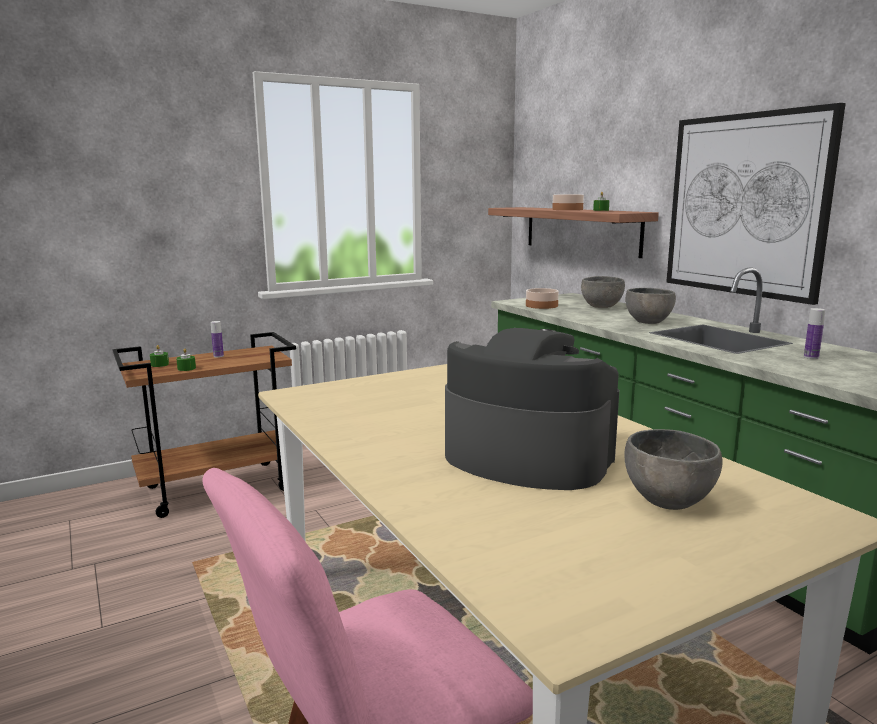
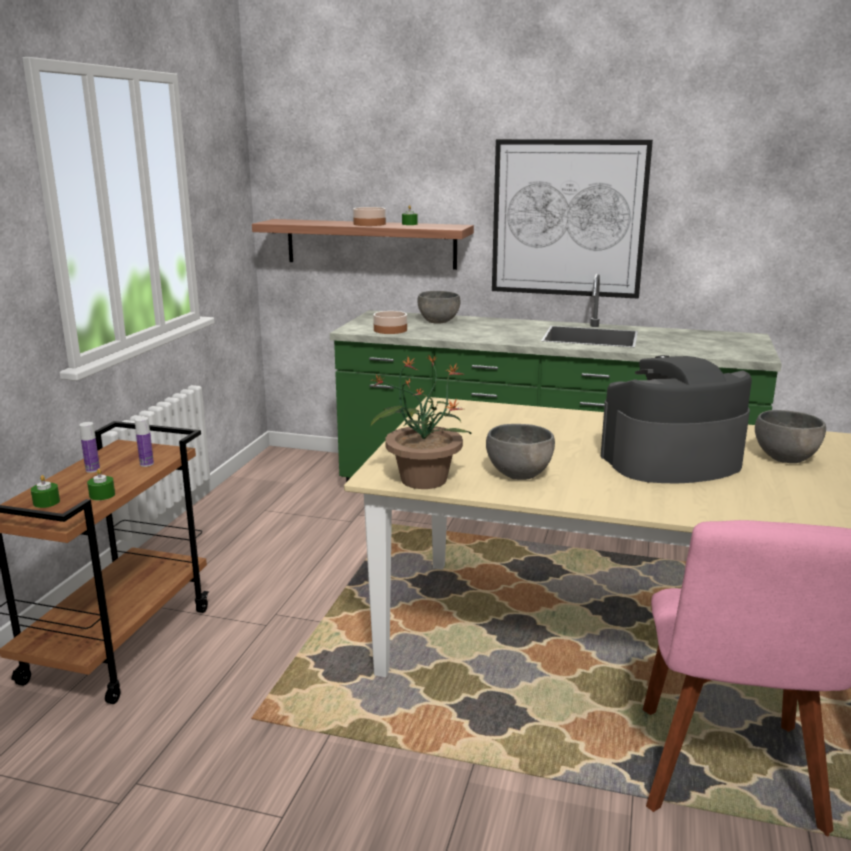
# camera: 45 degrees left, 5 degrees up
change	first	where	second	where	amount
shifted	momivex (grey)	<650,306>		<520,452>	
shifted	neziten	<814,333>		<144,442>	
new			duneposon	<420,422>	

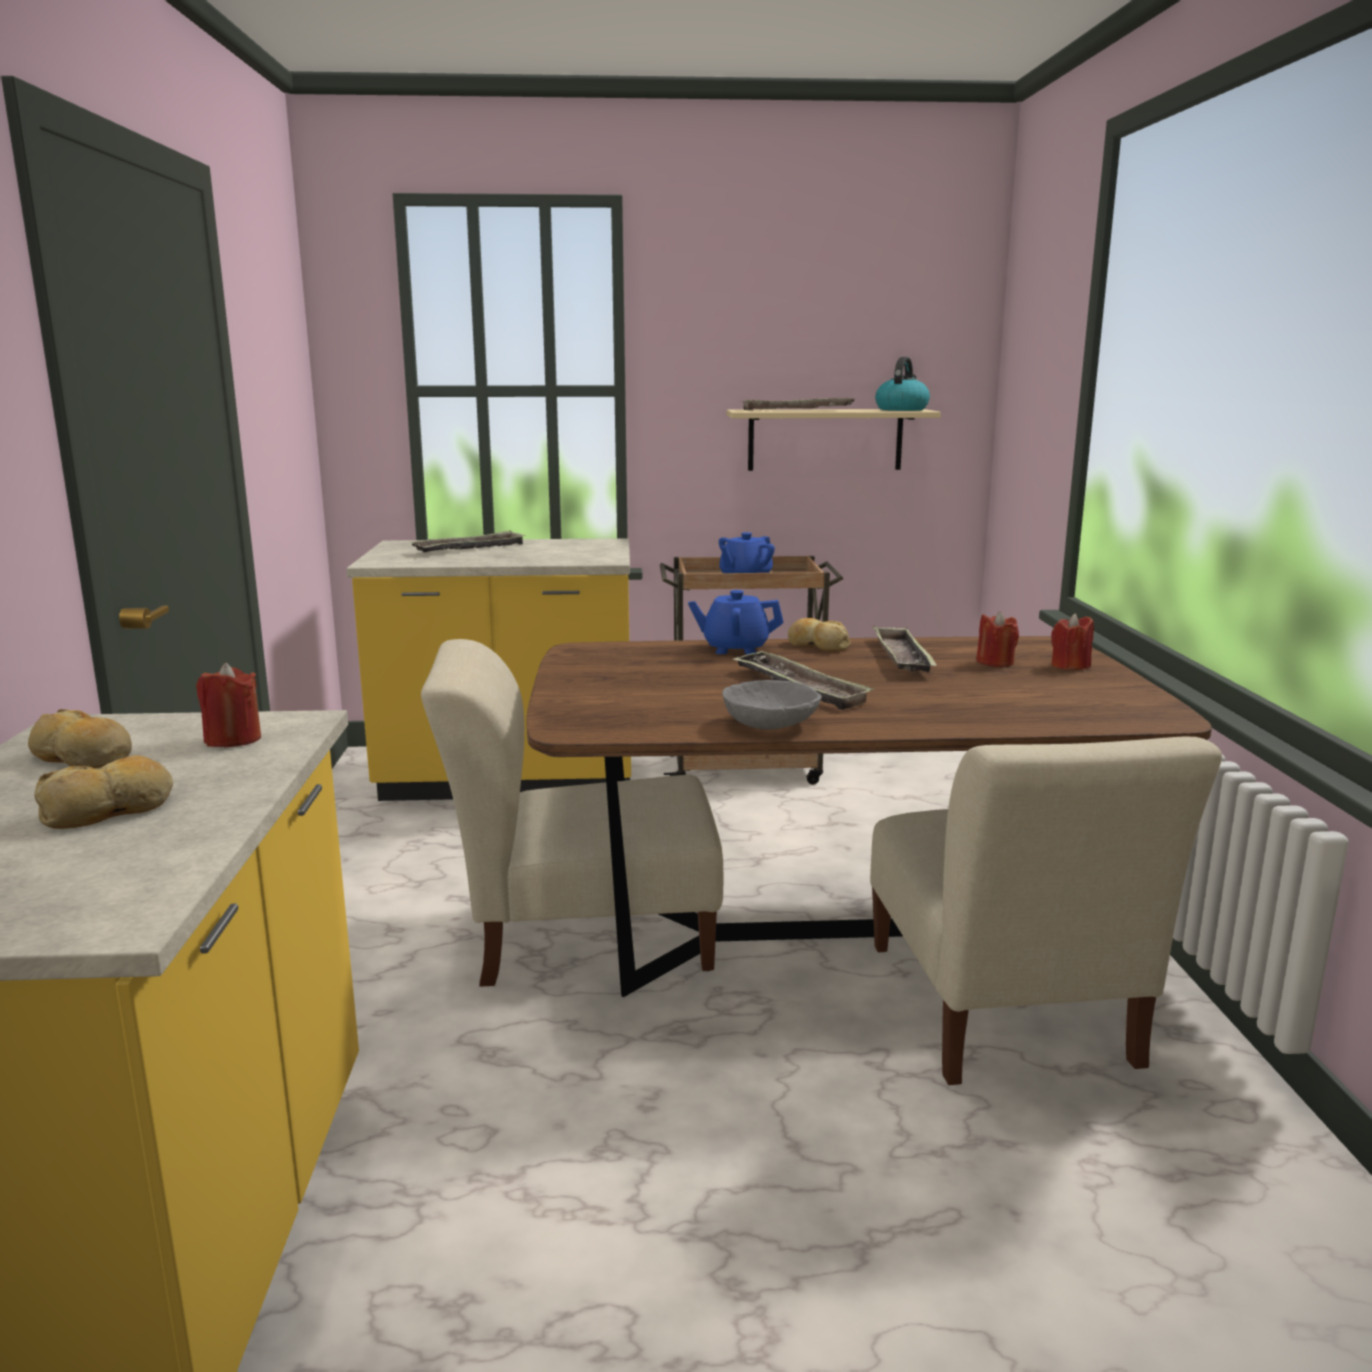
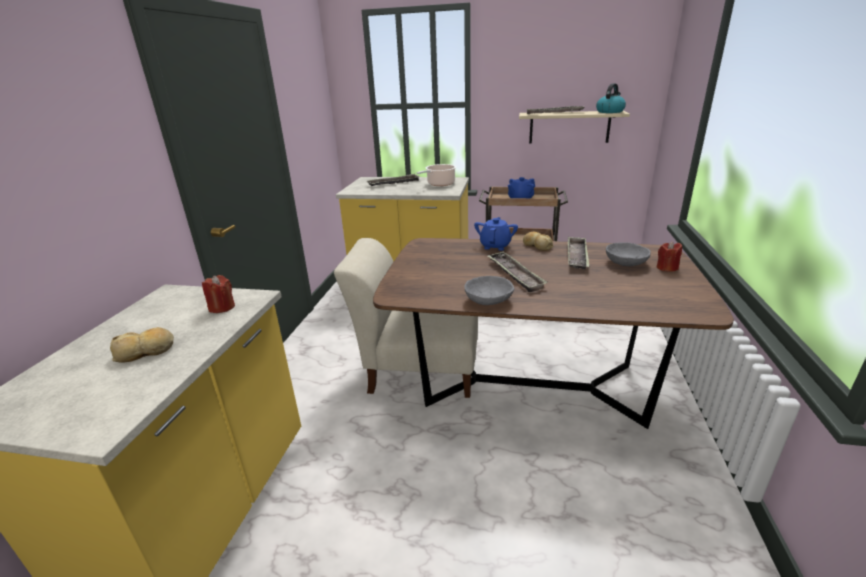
# camera: 15 degrees right, 10 degrees up
change	first	where	second	where	amount
rotated	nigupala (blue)	<735,622>		<496,234>	90 degrees clockwise
swapped	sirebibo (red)	<997,639>	momivex (grey)	<628,254>	
gone	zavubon	<80,738>			
gone	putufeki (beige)	<1046,911>			
new			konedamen	<436,175>	

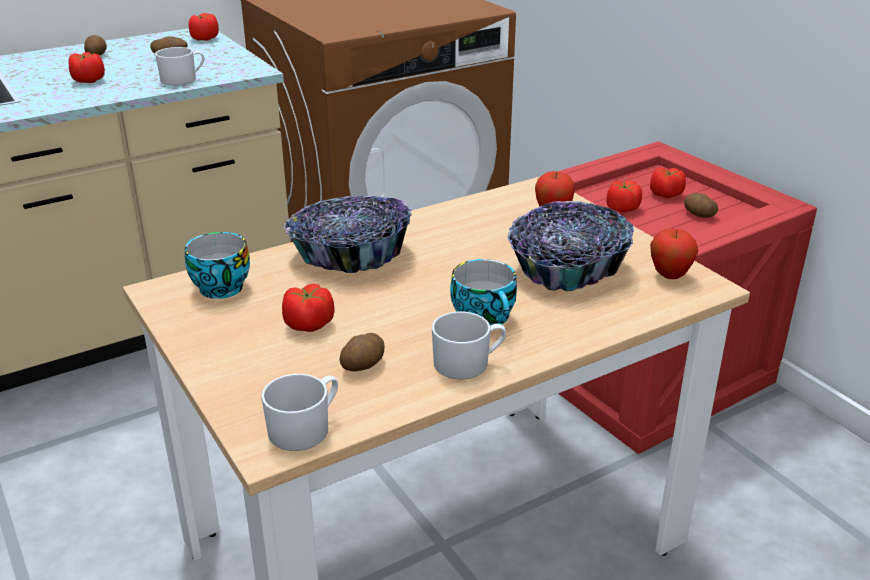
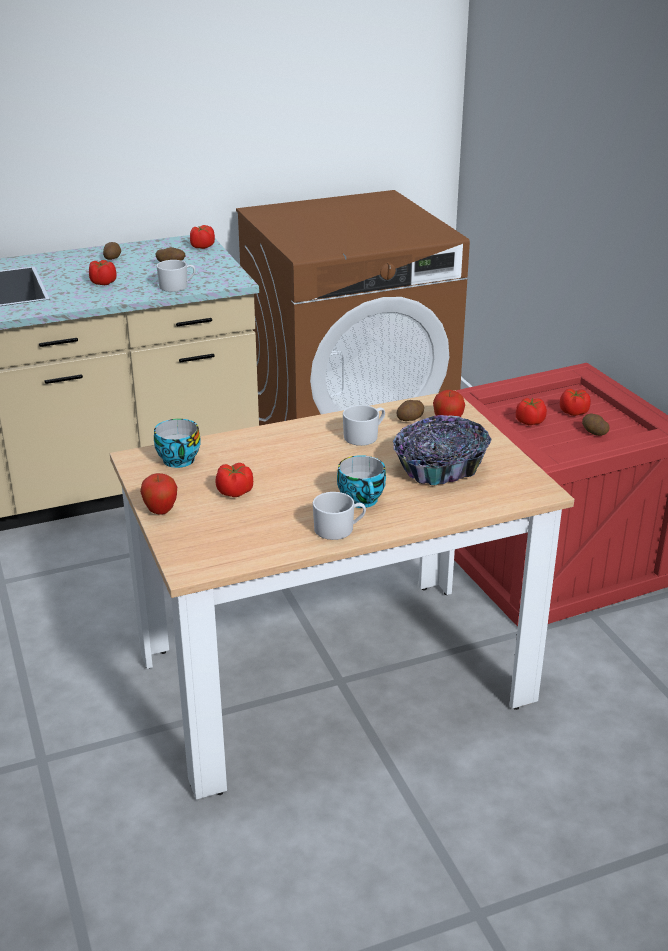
# camera: 10 degrees right, 0 degrees up
change	first	where	second	where	amount
gone	momivex	<347,234>			
shifted	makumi	<674,254>		<158,494>	
shifted	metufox	<362,352>		<410,410>	
shifted	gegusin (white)	<299,412>		<364,425>	

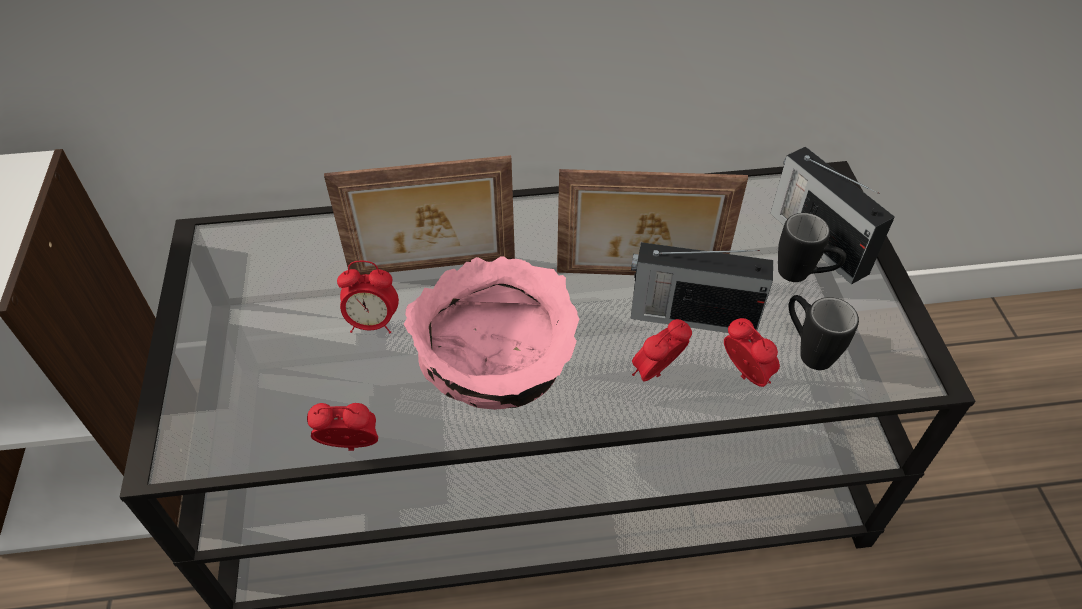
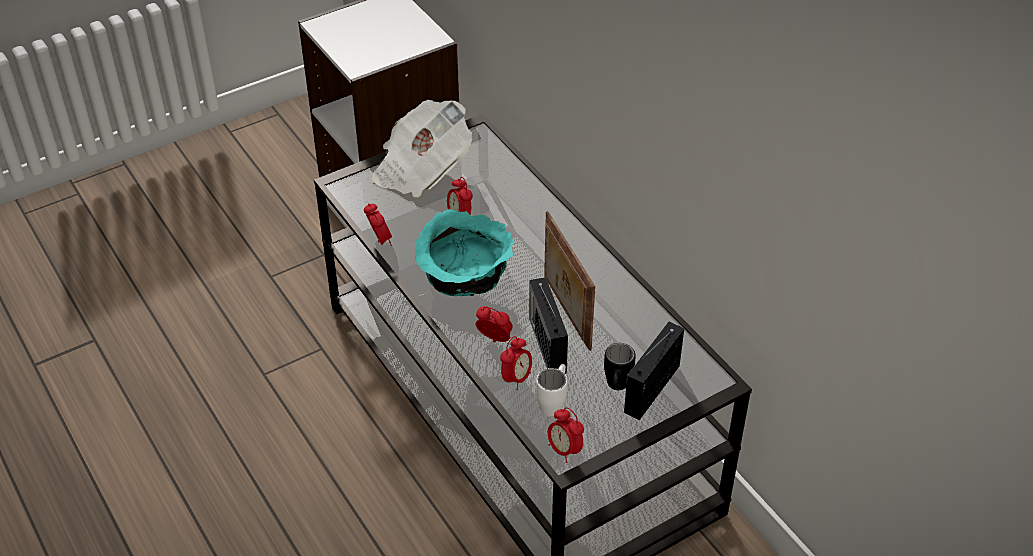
# camera: 65 degrees right, 5 degrees down
change	first	where	second	where	amount
gone	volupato	<419,215>			
repainted	momivex (pink)	<491,333>	momivex (turquoise)	<464,252>	
repainted	gegusin (black)	<824,332>	gegusin (white)	<552,390>	
new			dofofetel	<422,148>	
new			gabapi	<566,435>	

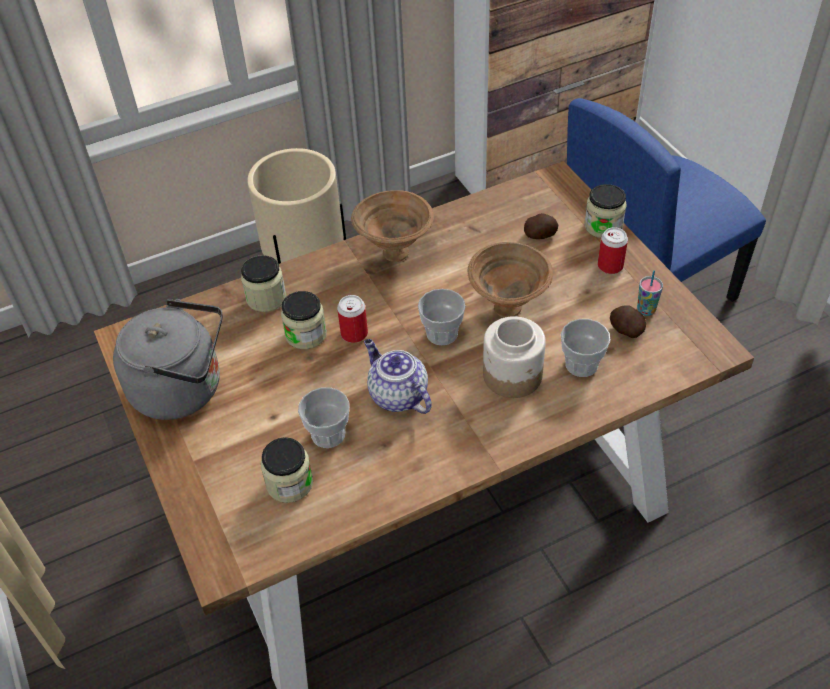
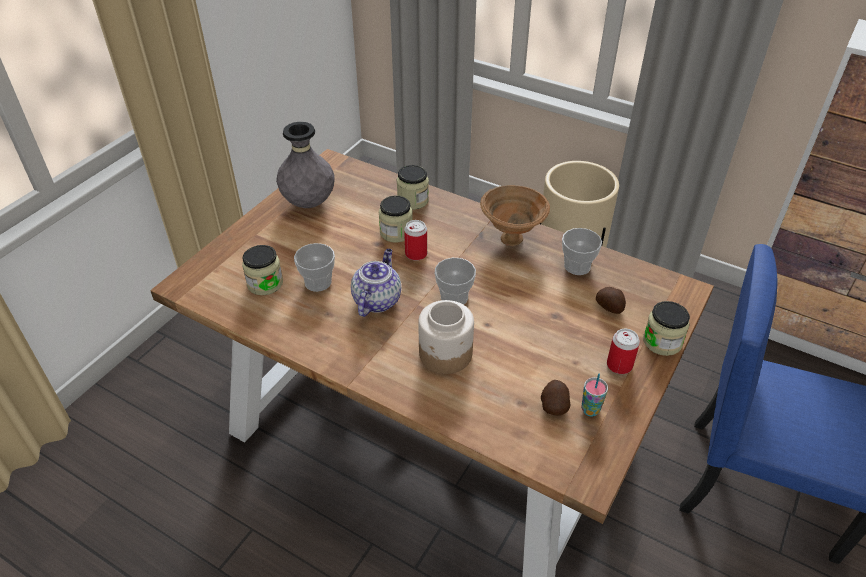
# camera: 55 degrees right, 5 degrees down
change	first	where	second	where	amount
gone	momivex (brown)	<510,280>			
swapped	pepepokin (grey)	<168,359>	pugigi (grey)	<305,165>	
shifted	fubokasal	<586,348>		<582,251>	

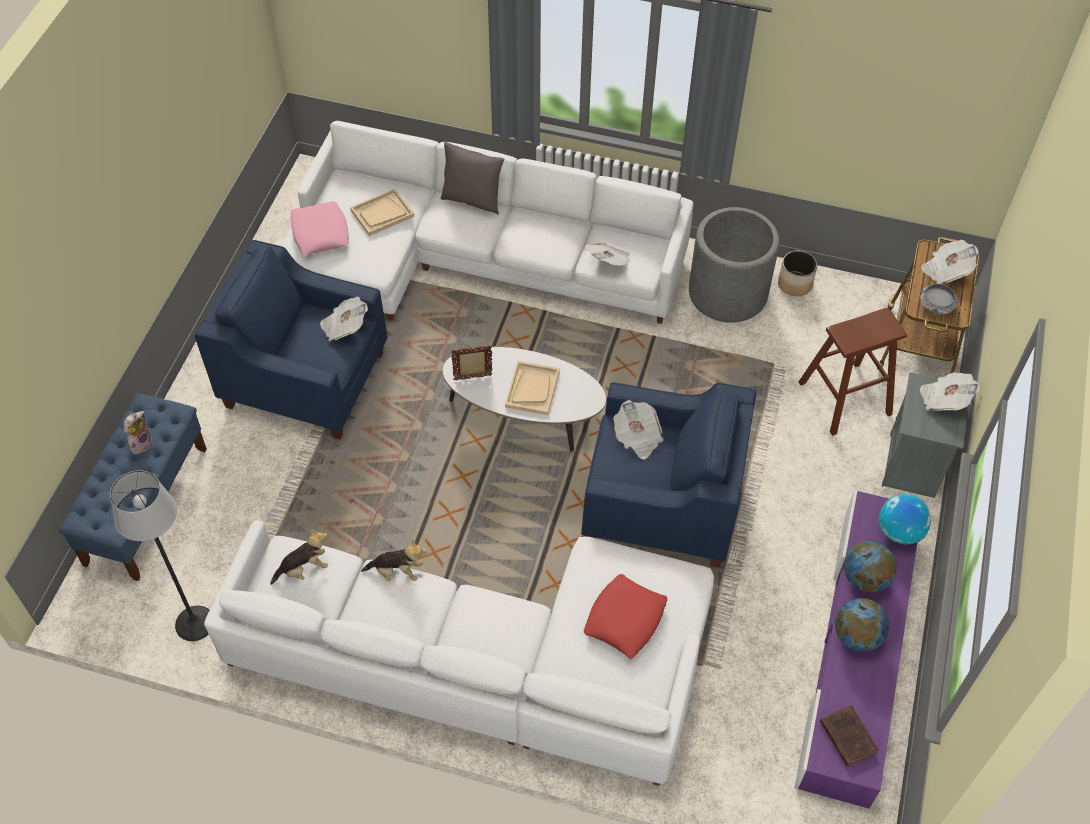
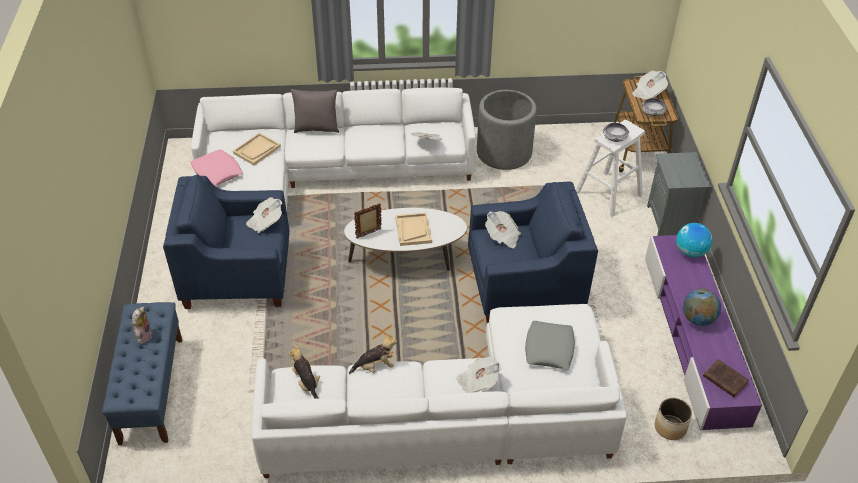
# camera: 20 degrees left, 10 degrees down
change	first	where	second	where	amount
shifted	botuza	<797,273>		<673,419>	
repainted	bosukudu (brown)	<853,372>	bosukudu (white)	<610,168>	
shifted	dofofetel	<950,391>		<479,375>	
gone	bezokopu	<160,555>			
rotated	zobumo	<299,556>		<304,371>	75 degrees counterclockwise
gone	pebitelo	<870,566>			
repainted	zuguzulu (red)	<626,616>	zuguzulu (grey)	<550,345>	
new			momivex	<616,132>	

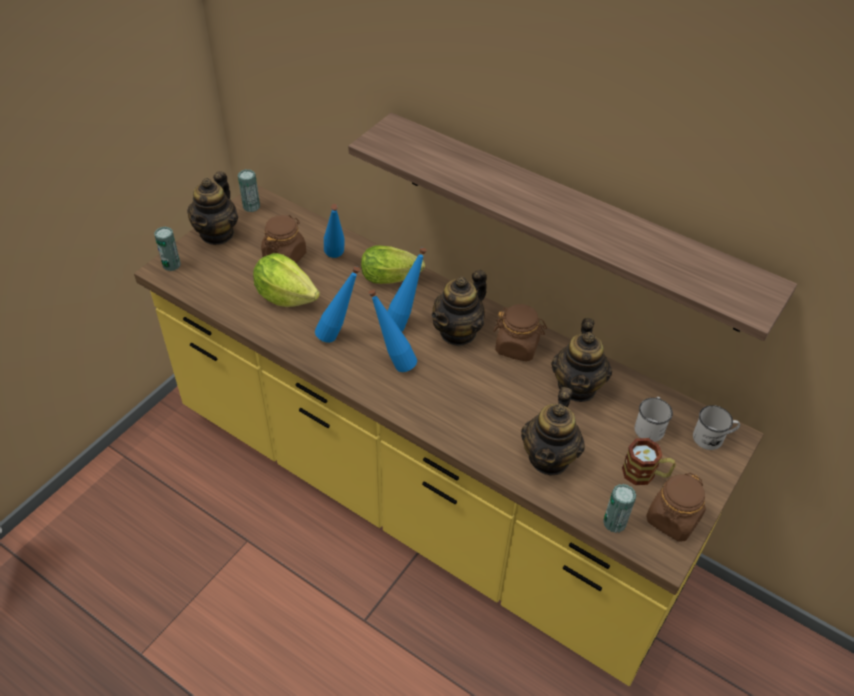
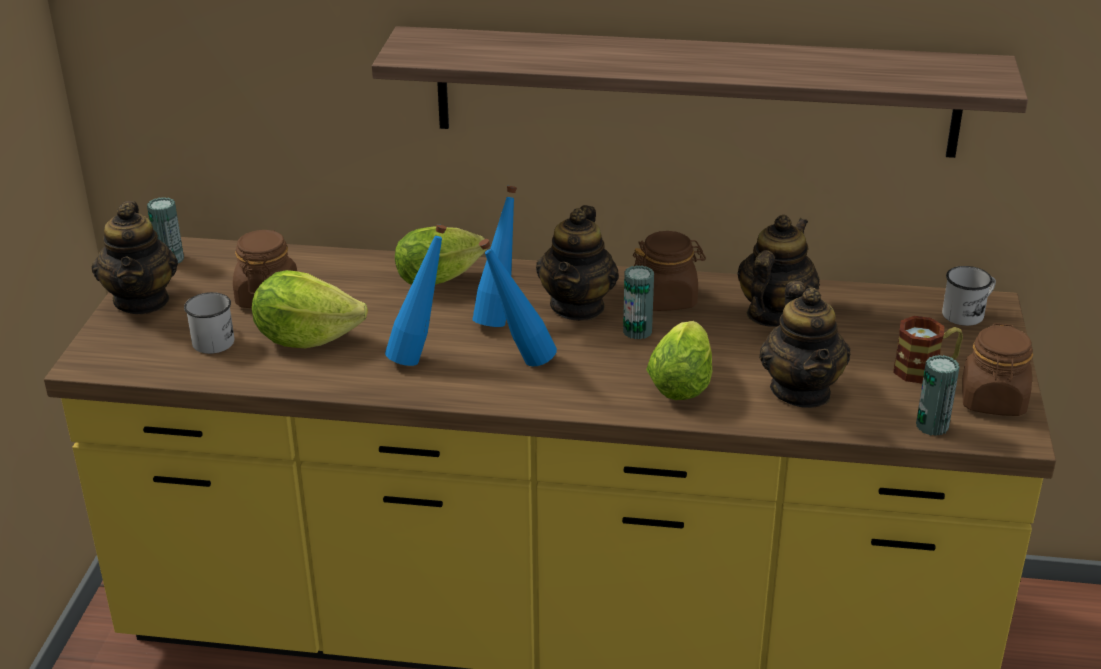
# camera: 25 degrees left, 15 degrees down
change	first	where	second	where	amount
gone	neziten (blue)	<334,231>			
shifted	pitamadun	<167,248>		<638,302>	
rotated	nigupala	<581,360>		<778,271>	135 degrees counterclockwise
shifted	gegusin (white)	<653,419>		<209,323>	
new			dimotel	<679,360>	

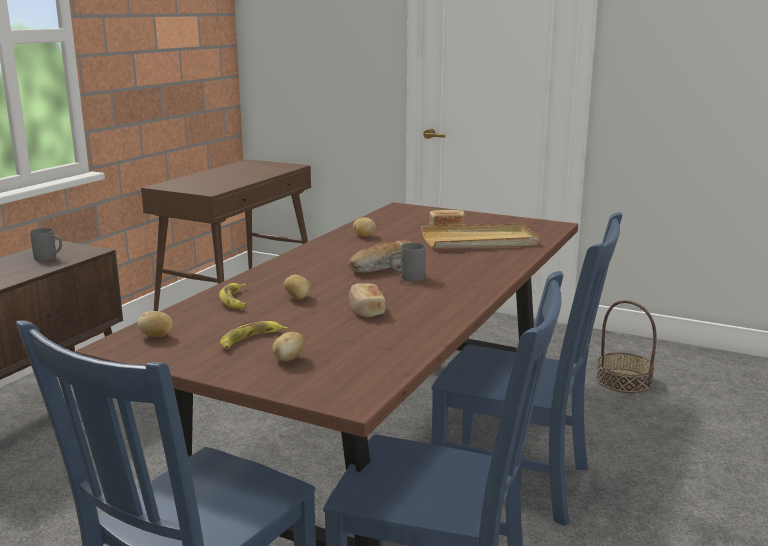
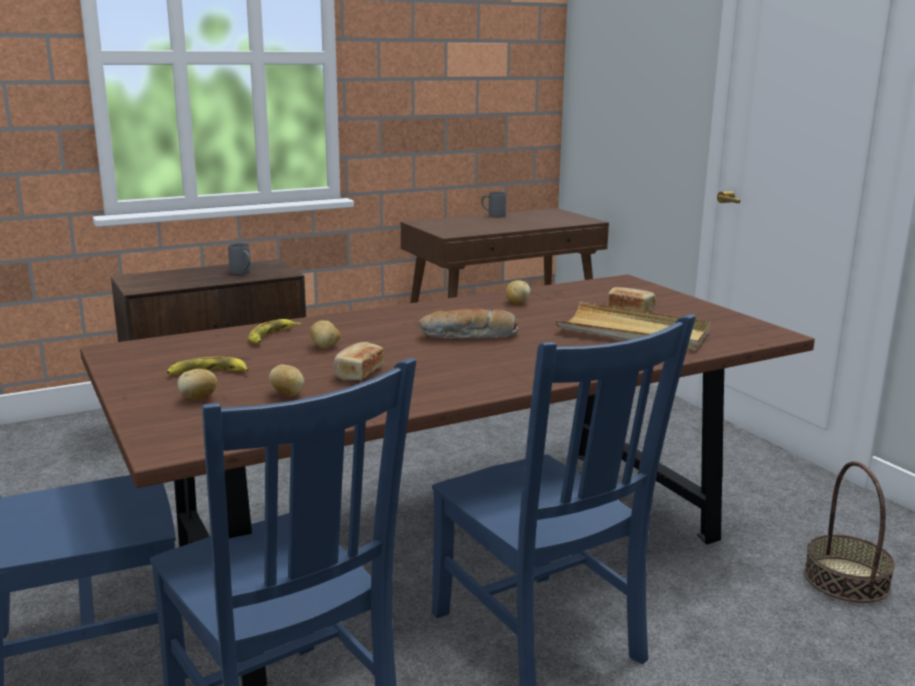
# camera: 35 degrees right, 0 degrees up
change	first	where	second	where	amount
shifted	gegusin (grey)	<407,262>		<493,204>	
shifted	metufox	<155,324>		<286,380>	

